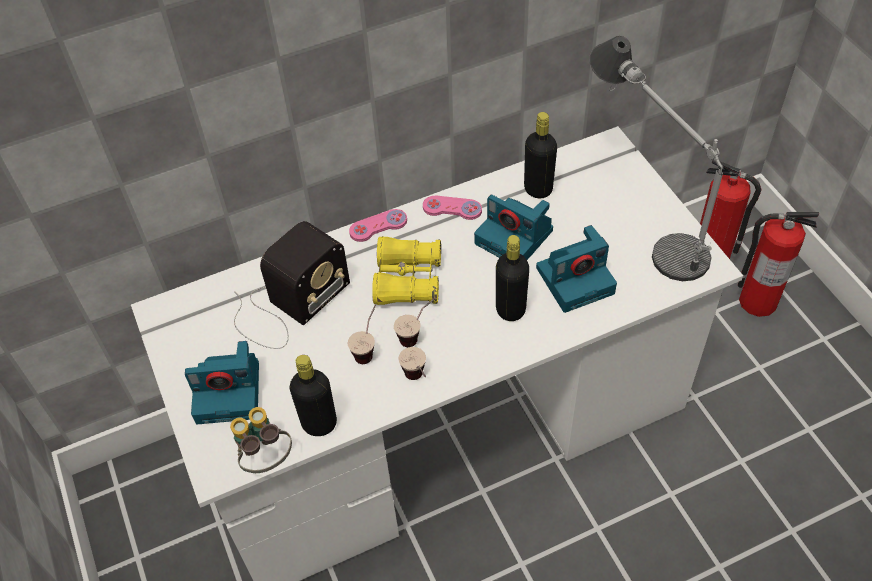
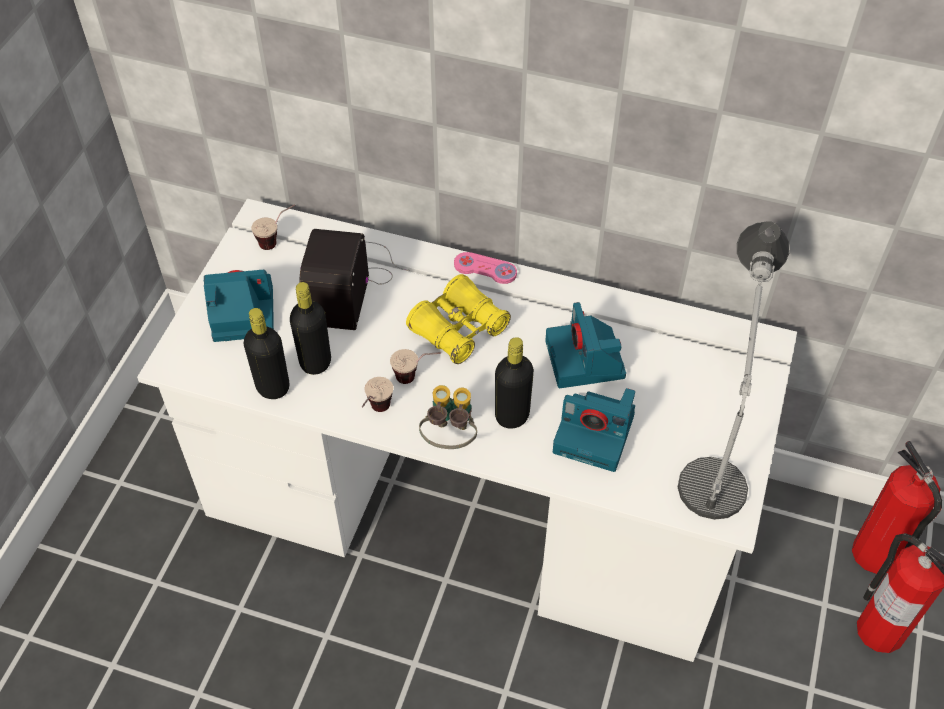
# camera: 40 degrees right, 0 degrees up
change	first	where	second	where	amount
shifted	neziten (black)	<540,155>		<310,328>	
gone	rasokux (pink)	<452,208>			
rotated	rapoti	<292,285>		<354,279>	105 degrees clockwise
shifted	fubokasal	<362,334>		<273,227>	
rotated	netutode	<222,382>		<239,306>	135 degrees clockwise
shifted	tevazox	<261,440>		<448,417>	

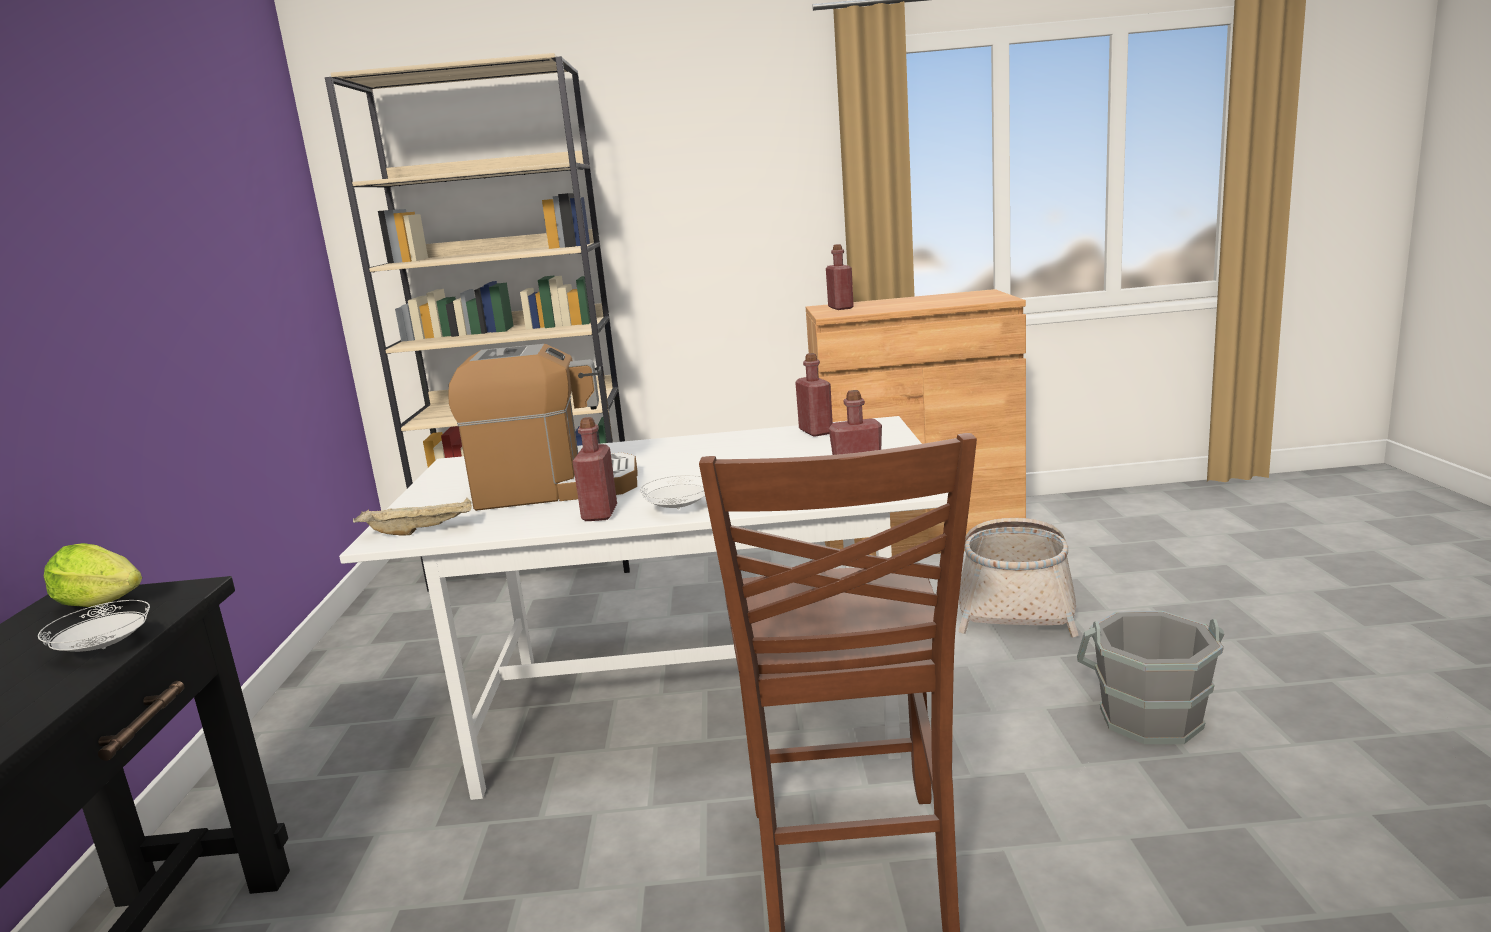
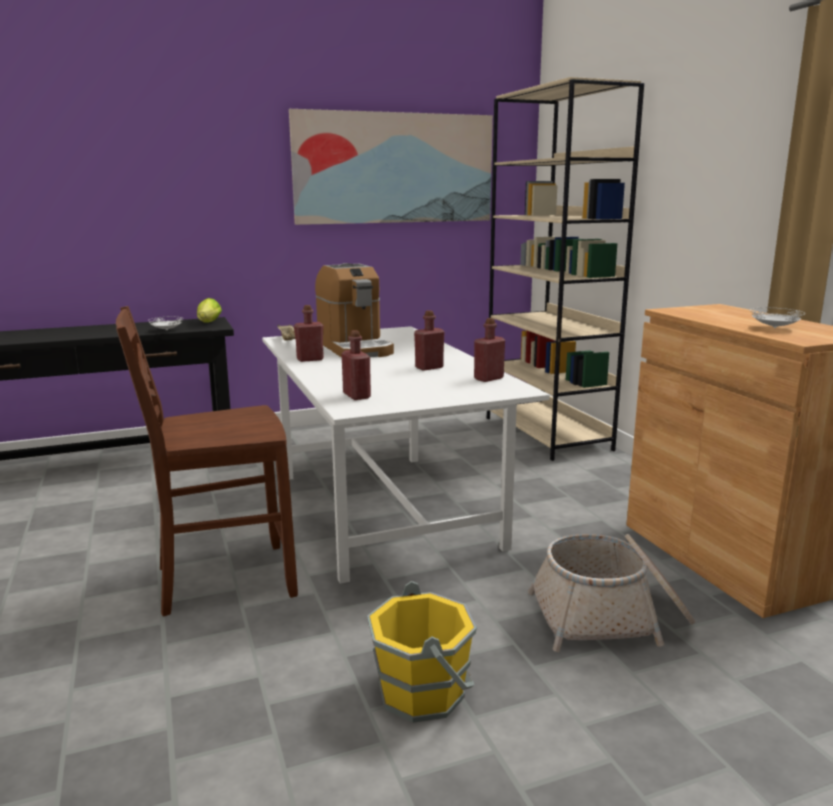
# camera: 70 degrees right, 0 degrees up
change	first	where	second	where	amount
shifted	neziten (red)	<840,277>		<429,340>	
shifted	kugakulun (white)	<672,492>		<777,318>	
repainted	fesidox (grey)	<1150,677>	fesidox (yellow)	<422,652>	
new			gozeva	<391,167>	

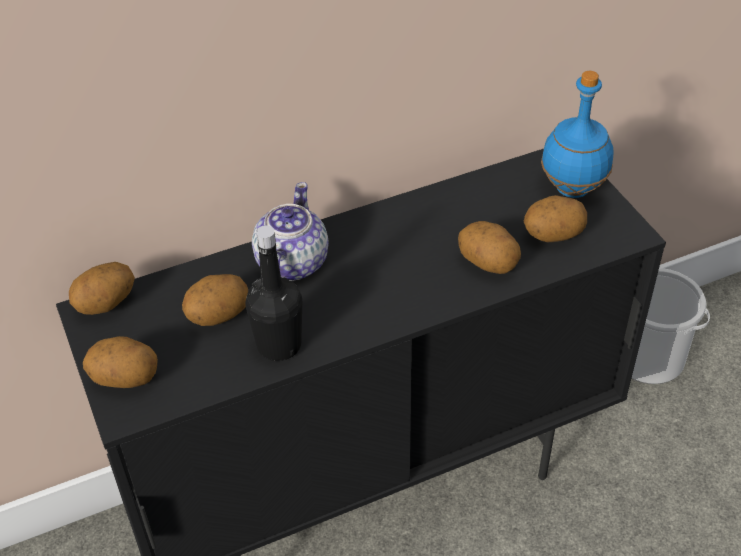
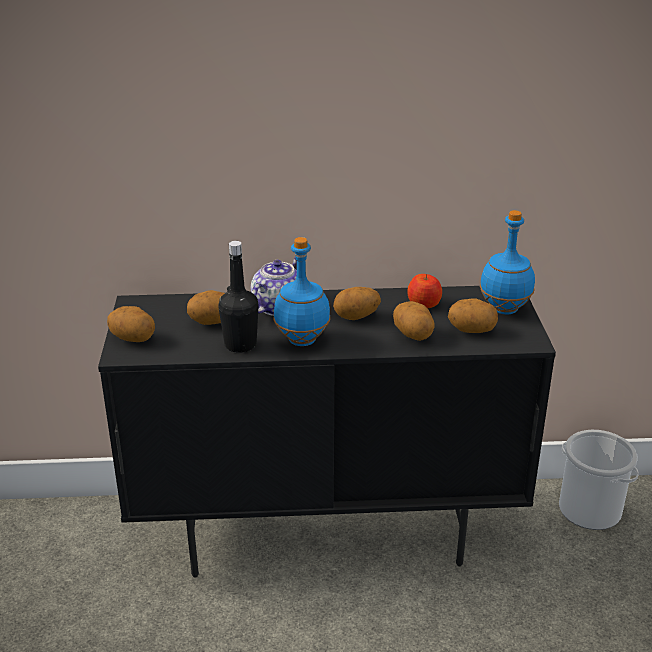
# camera: 20 degrees right, 15 degrees down
change	first	where	second	where	amount
shifted	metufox	<102,288>		<357,303>	
new			neziten (blue)	<301,291>	
new			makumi	<424,291>	

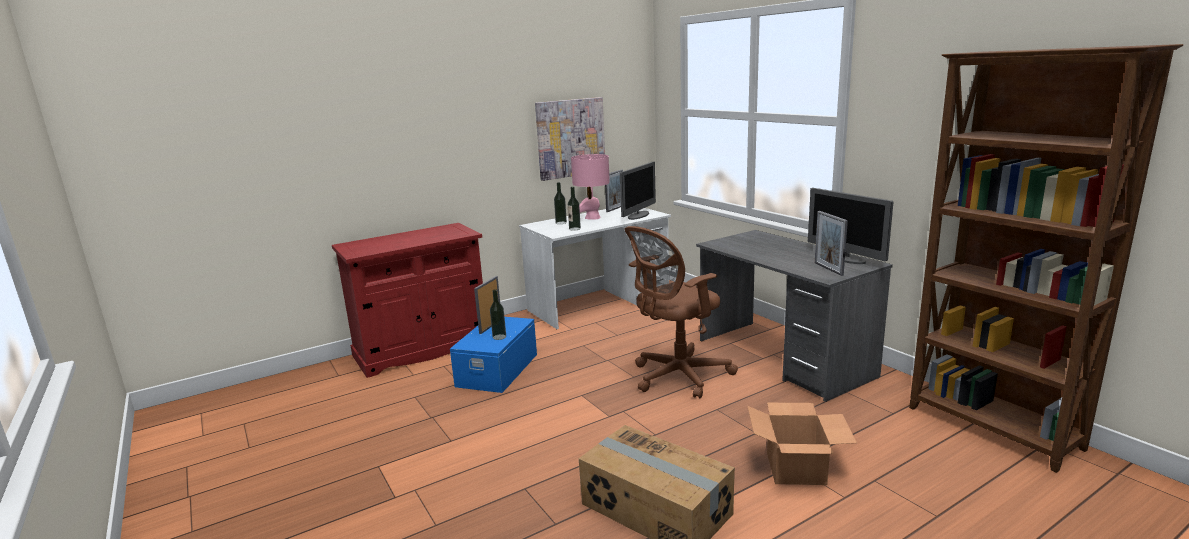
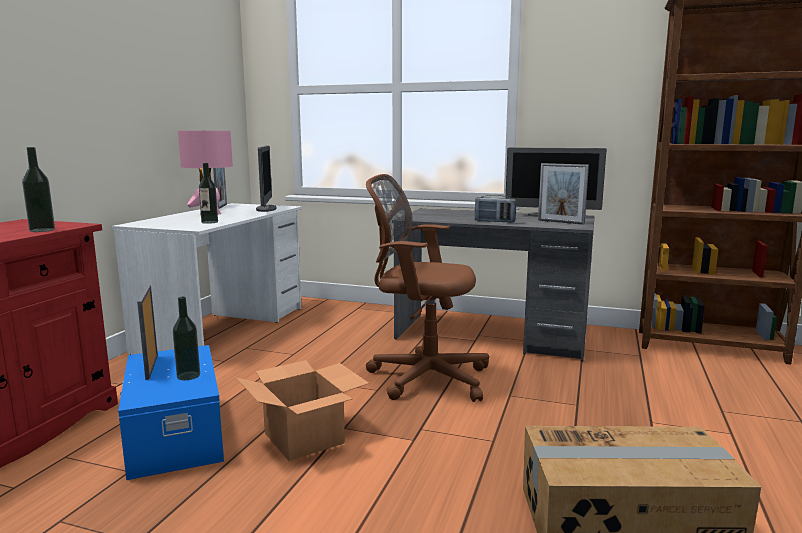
# camera: 40 degrees left, 5 degrees down
change	first	where	second	where	amount
gone	gozeva	<570,139>			
shifted	neziten	<560,203>		<38,189>	
rotated	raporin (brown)	<681,312>		<427,288>	90 degrees clockwise
shifted	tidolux	<802,444>		<302,410>	
new			rapoti	<495,209>	

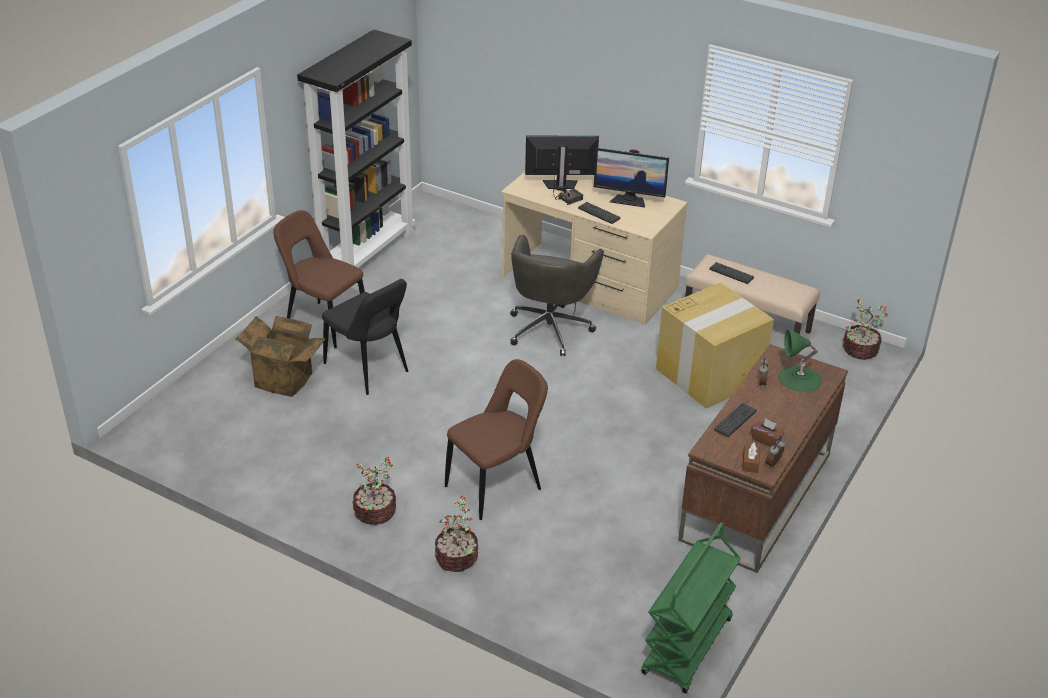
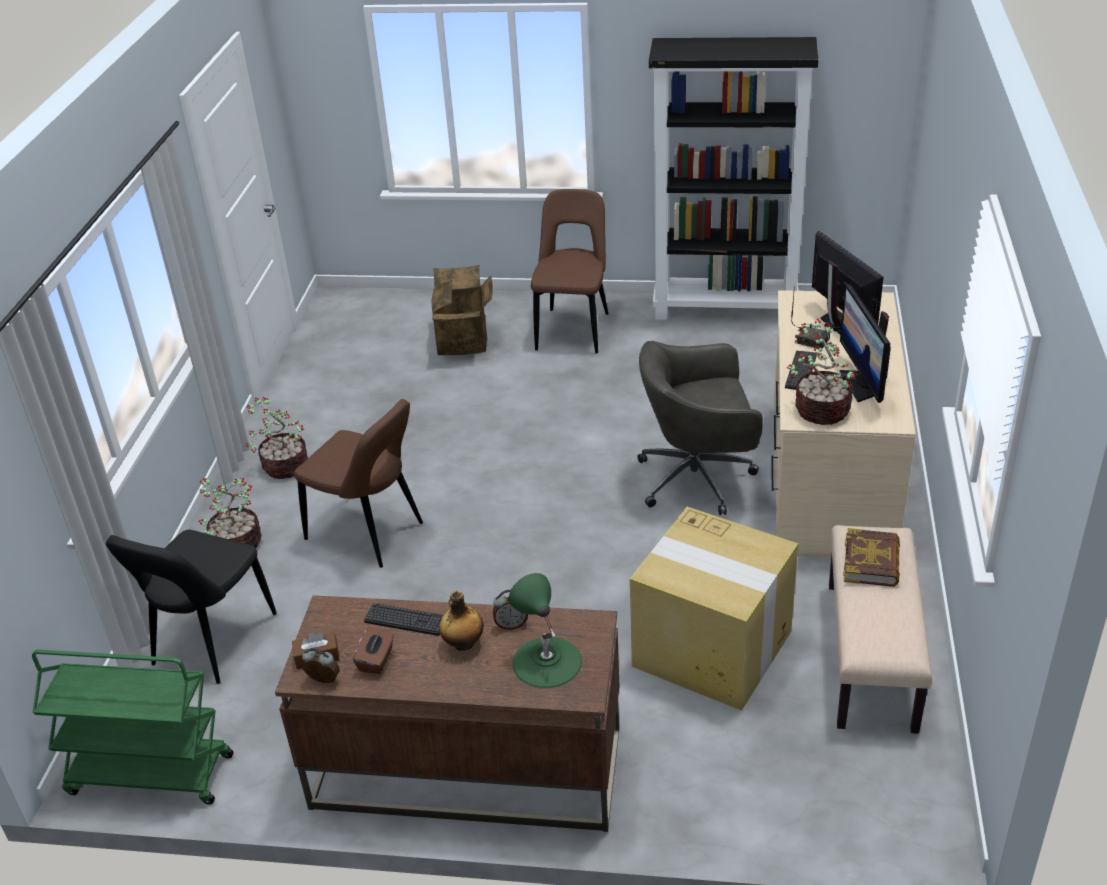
# camera: 70 degrees right, 0 degrees up
change	first	where	second	where	amount
swapped	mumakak	<731,273>	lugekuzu	<871,557>	
shifted	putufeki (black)	<365,337>		<191,607>	
shifted	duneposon	<865,329>		<822,372>	
new			neziten	<461,620>	

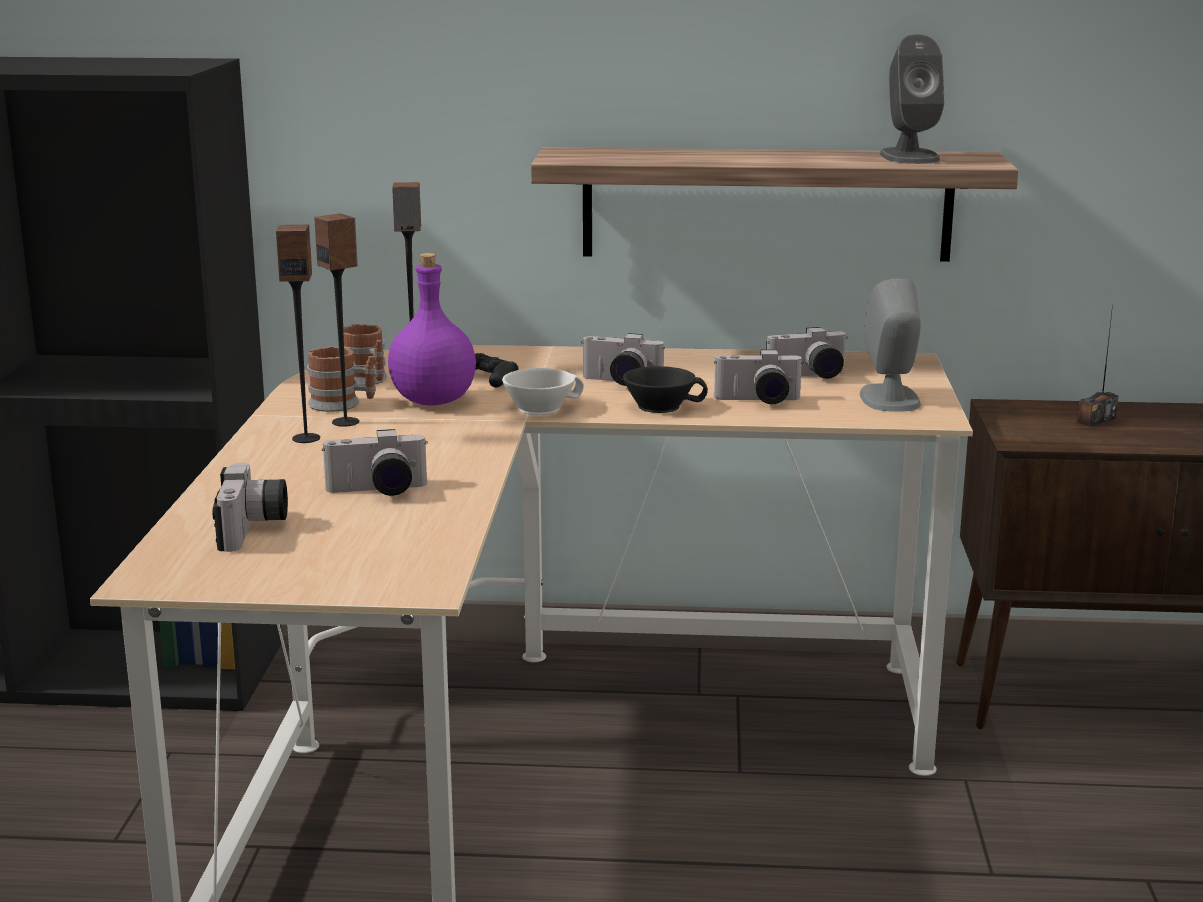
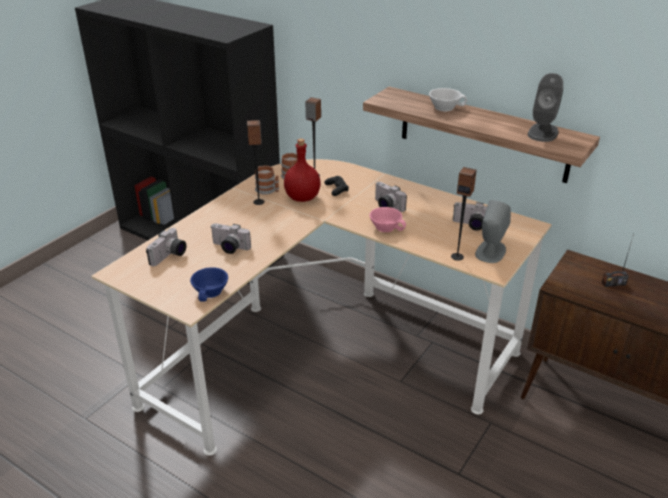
# camera: 30 degrees right, 15 degrees up
change	first	where	second	where	amount
shifted	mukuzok	<298,334>		<464,214>	
repainted	neziten (purple)	<432,329>	neziten (red)	<302,170>	
gone	netutode	<759,376>			
repainted	fubokasal (black)	<665,389>	fubokasal (pink)	<388,219>	
shifted	fubokasal (white)	<543,391>		<448,99>	
new			fubokasal (blue)	<209,284>	

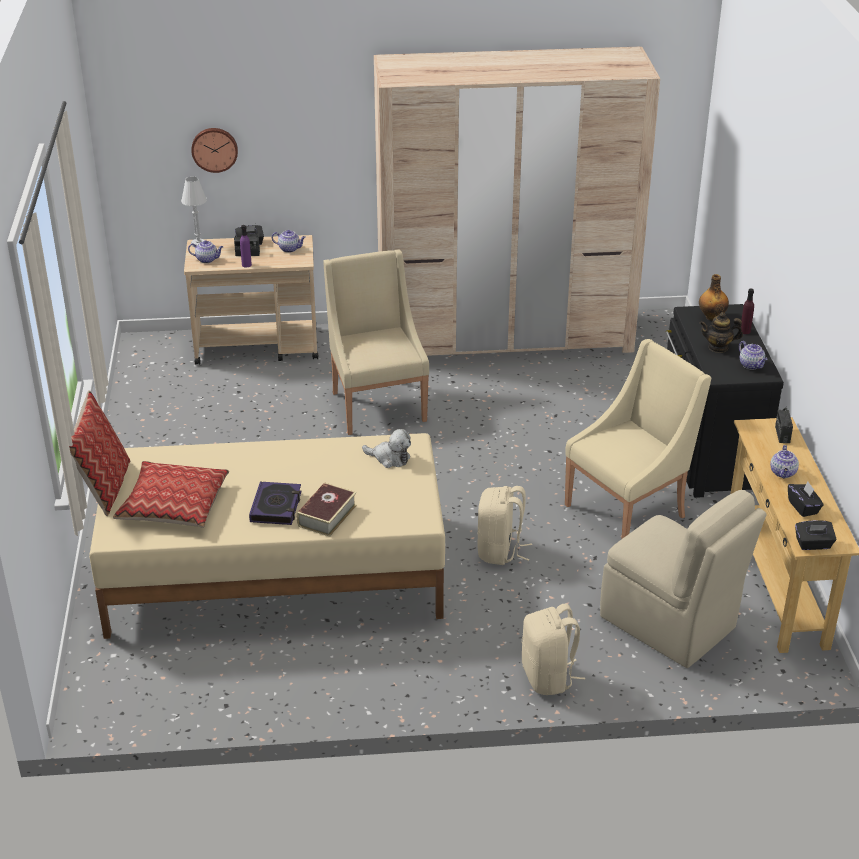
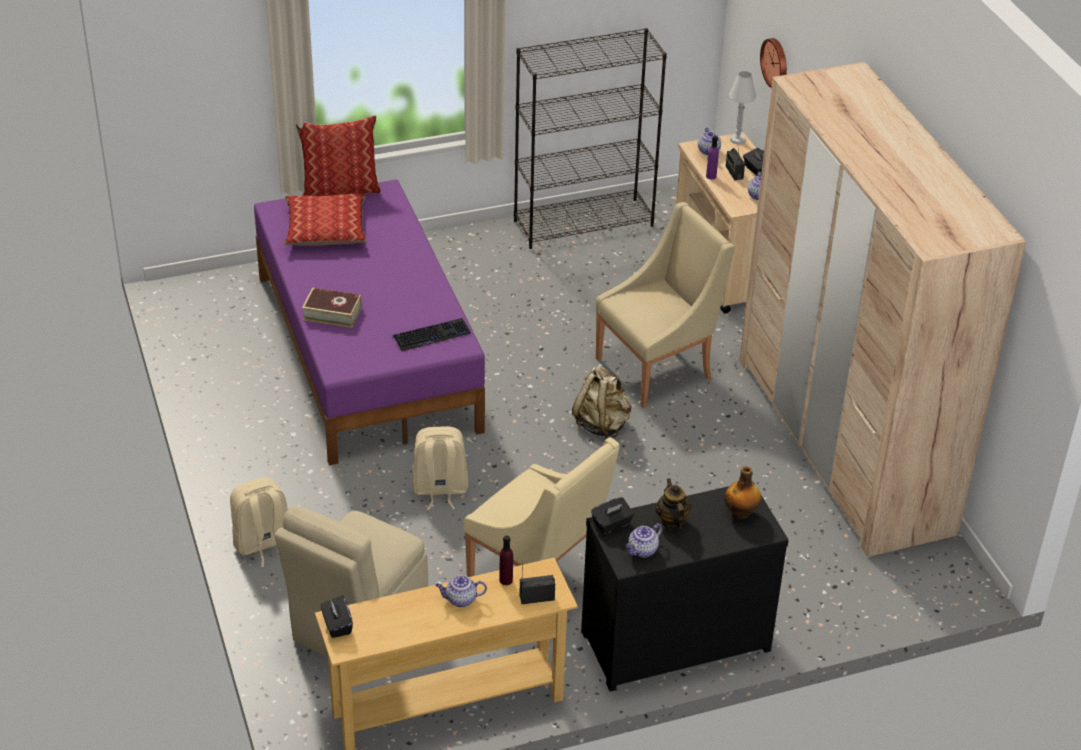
# camera: 75 degrees right, 5 degrees up
change	first	where	second	where	amount
shifted	neziten (purple)	<747,311>		<506,560>	
swapped	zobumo	<386,448>	mumakak	<432,335>	
repainted	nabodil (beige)	<267,536>	nabodil (purple)	<369,322>	
gone	lugekuzu	<275,503>			
shifted	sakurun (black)	<806,499>		<612,515>	
new			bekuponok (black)	<590,138>	
new			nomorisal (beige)	<601,402>	

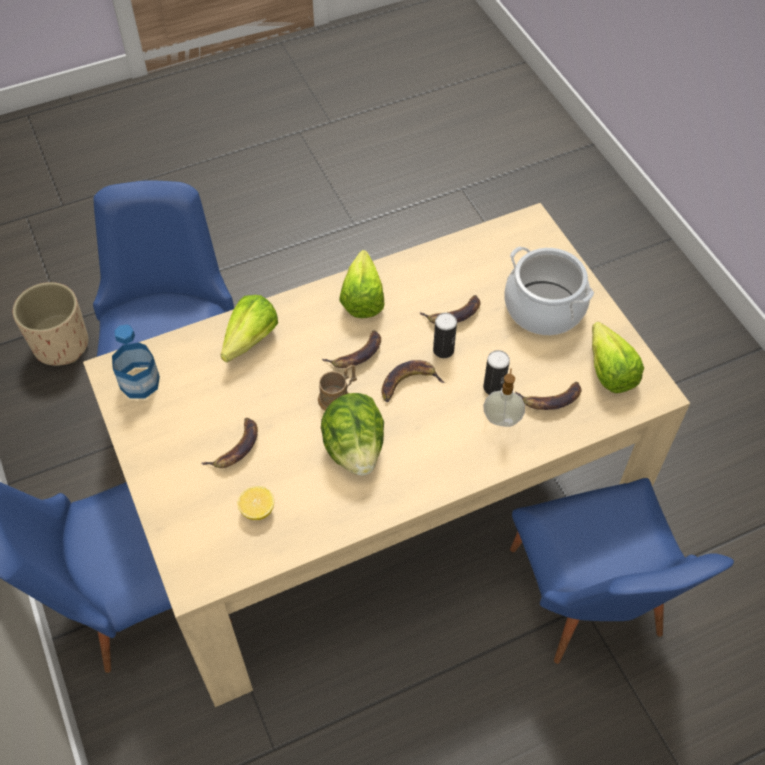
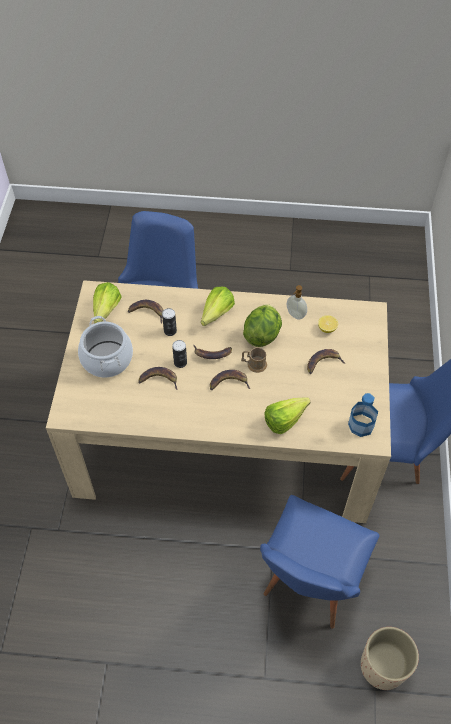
# camera: 150 degrees left, 0 degrees up
change	first	where	second	where	amount
shifted	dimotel	<362,284>		<218,306>	
shifted	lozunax	<504,397>		<297,302>	

